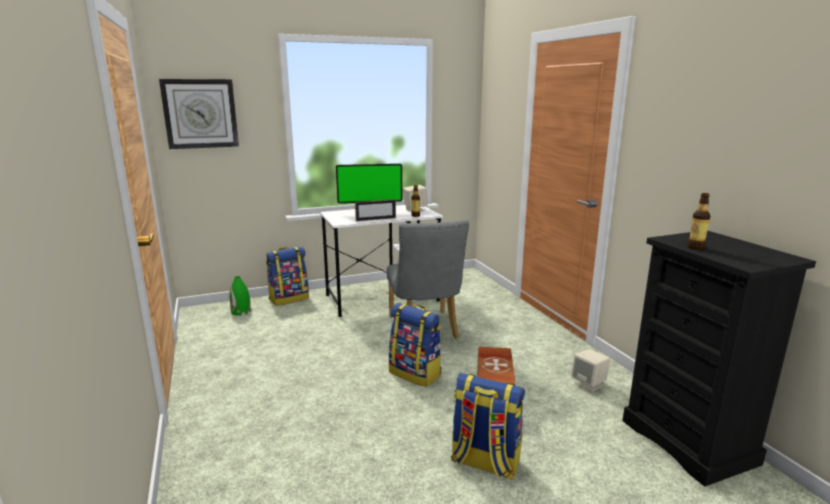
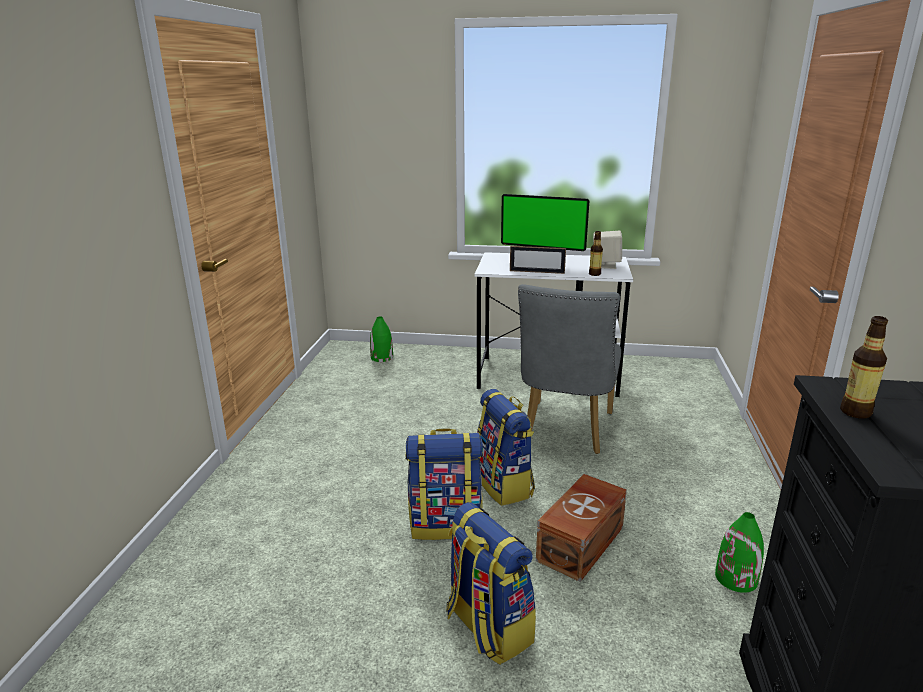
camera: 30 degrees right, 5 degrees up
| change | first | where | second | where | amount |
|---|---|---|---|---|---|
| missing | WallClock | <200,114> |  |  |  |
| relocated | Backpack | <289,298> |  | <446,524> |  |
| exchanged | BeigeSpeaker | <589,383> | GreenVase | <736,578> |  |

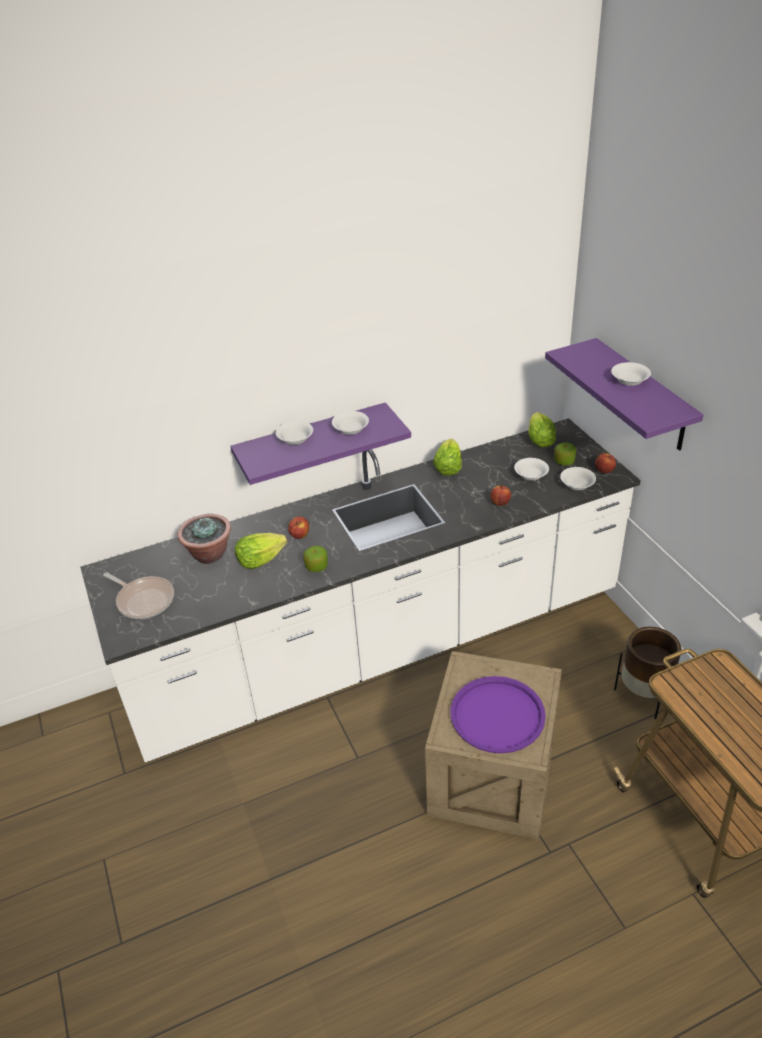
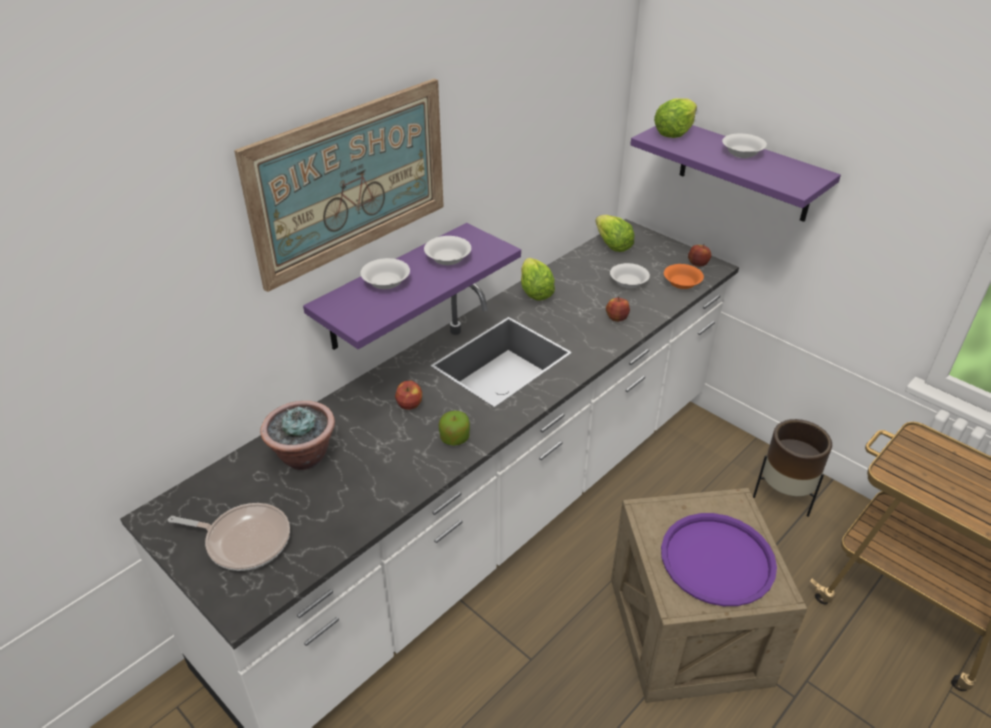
camera: 25 degrees left, 0 degrees up
| change | first | where | second | where | amount |
|---|---|---|---|---|---|
| missing | Apple | <564,461> |  |  |  |
| appeared |  |  | Picture | <350,181> |  |
| relocated | Lettuce | <260,560> |  | <674,133> |  |
| colour | WhiteBowl | <577,484> | OrangeBowl | <682,283> |  |

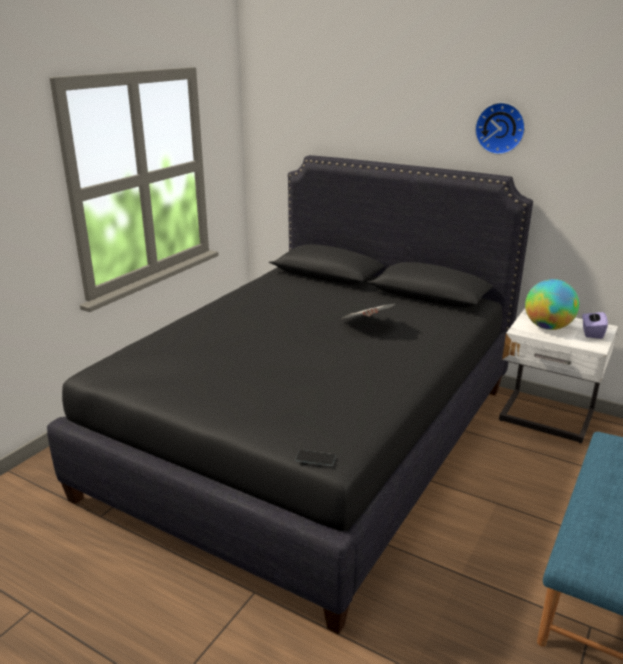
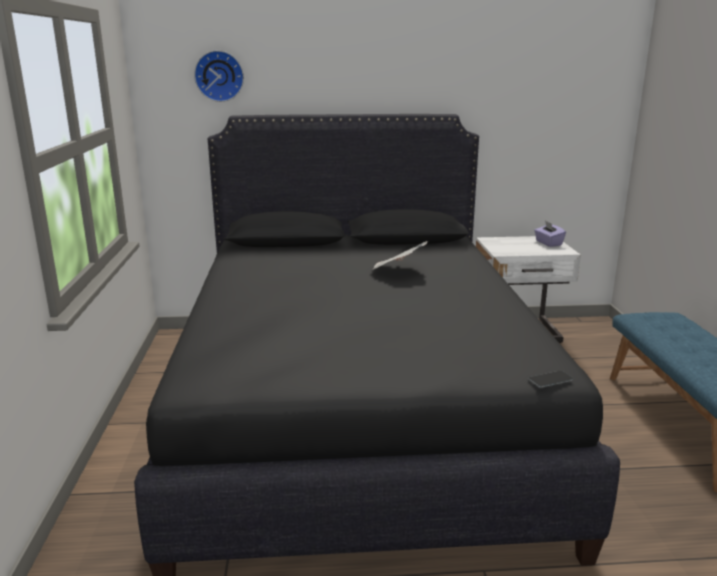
camera: 35 degrees left, 5 degrees down
| change | first | where | second | where | amount |
|---|---|---|---|---|---|
| missing | Globe | <548,327> |  |  |  |
| relocated | WallClock | <500,128> |  | <219,76> |  |

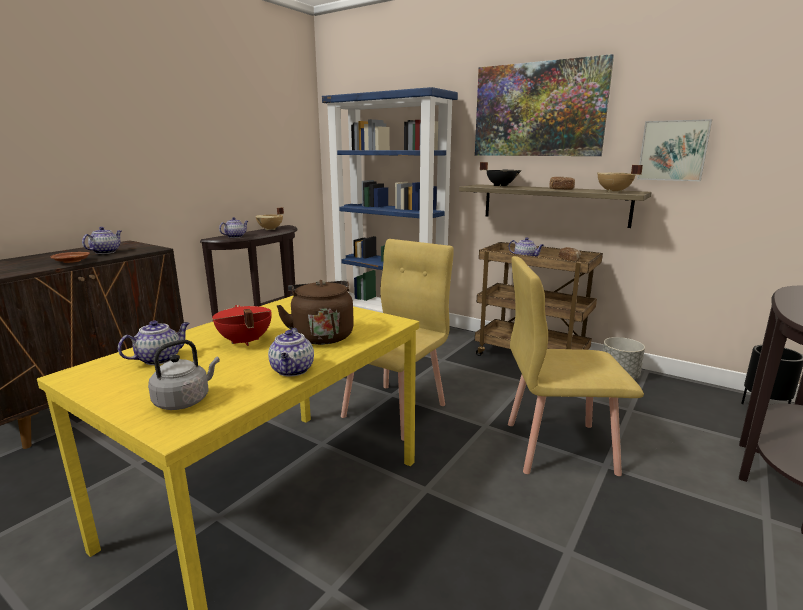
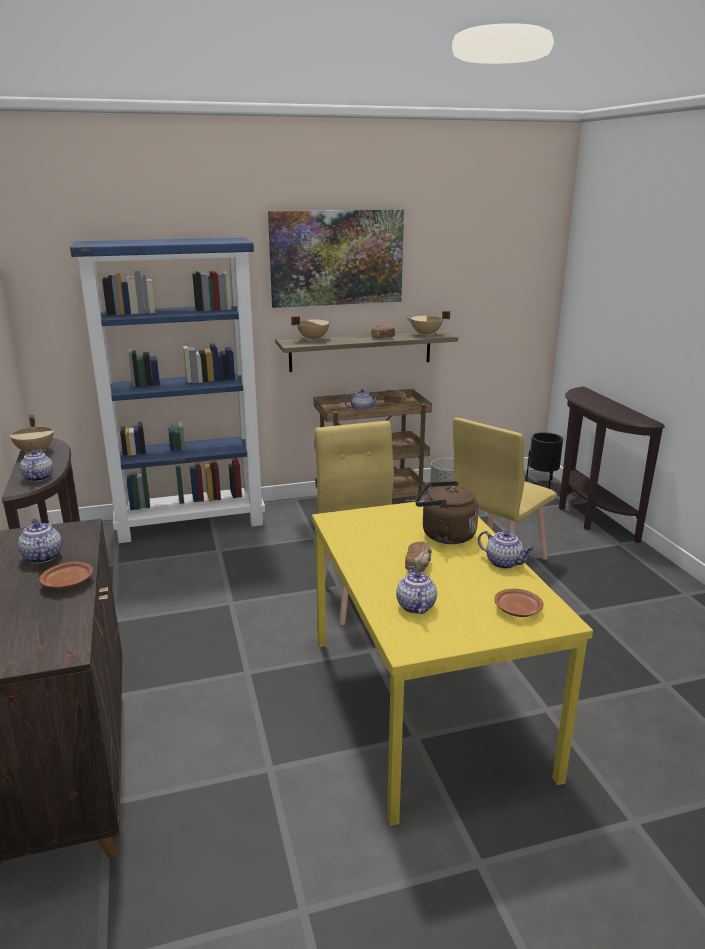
camera: 50 degrees left, 5 degrees up
| change | first | where | second | where | amount |
|---|---|---|---|---|---|
| missing | Picture | <673,150> |  |  |  |
| exchanged | GreyKettle | <185,401> | BrownPlate | <517,610> |  |
| exchanged | RedCookingPot | <244,341> | Bread | <418,565> |  |
| colour | BlackCookingPot | <500,186> | BeigeCookingPot | <312,339> |  |

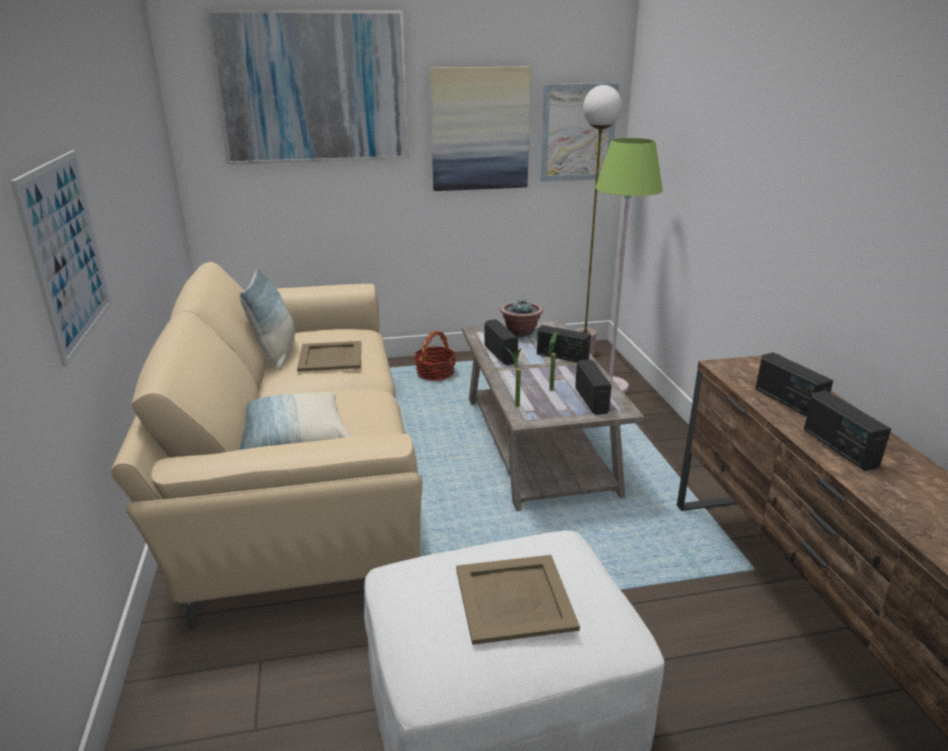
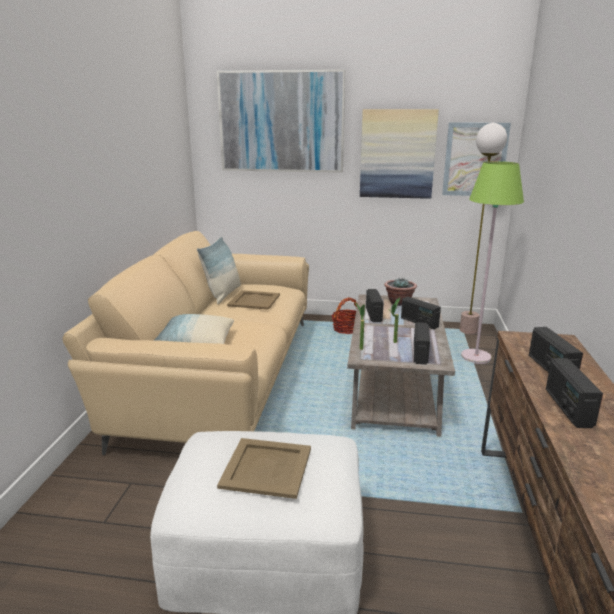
camera: 20 degrees right, 5 degrees down
| change | first | where | second | where | amount |
|---|---|---|---|---|---|
| missing | Picture | <67,252> |  |  |  |

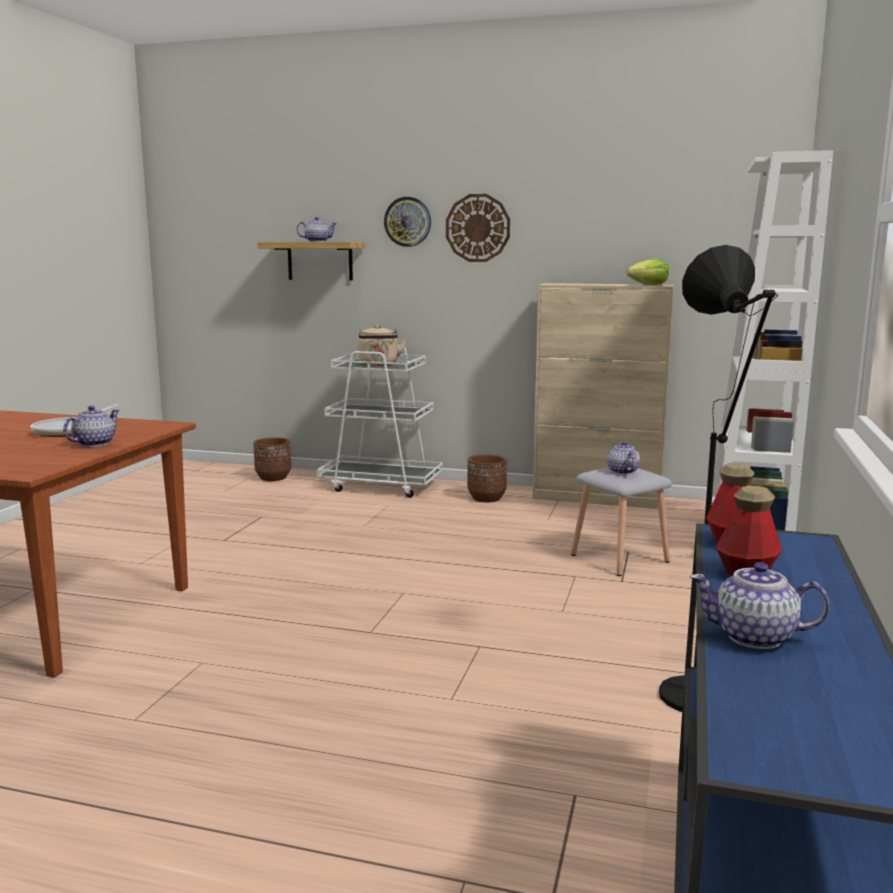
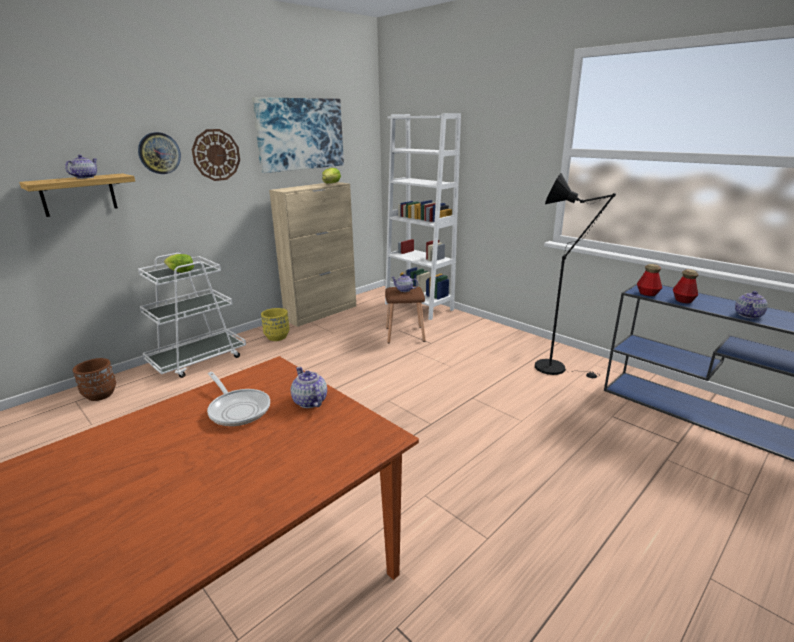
camera: 60 degrees left, 10 degrees up
| change | first | where | second | where | amount |
|---|---|---|---|---|---|
| appeared |  |  | Picture | <300,134> |  |
| exchanged | BeigeKettle | <379,364> | Lettuce | <180,271> |  |
| colour | BrownPlanter | <486,498> | YellowPlanter | <277,337> |  |
| colour | GreyStool | <618,558> | BrownStool | <404,335> |  |

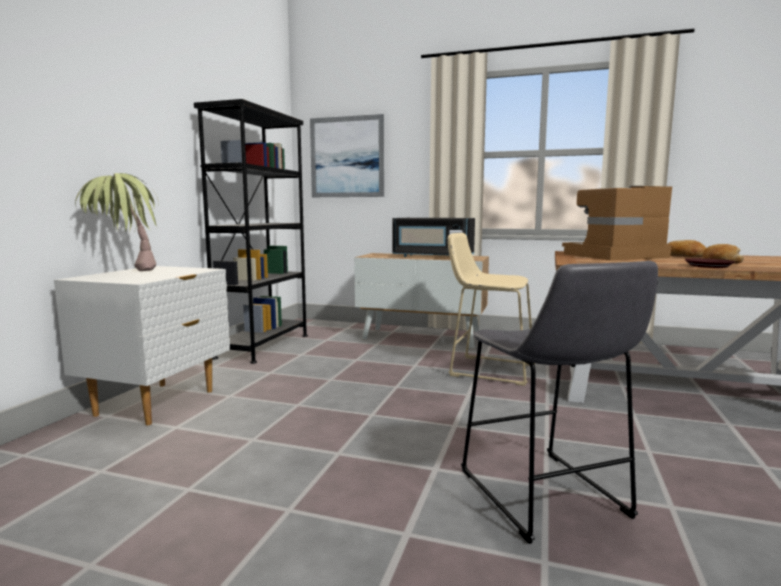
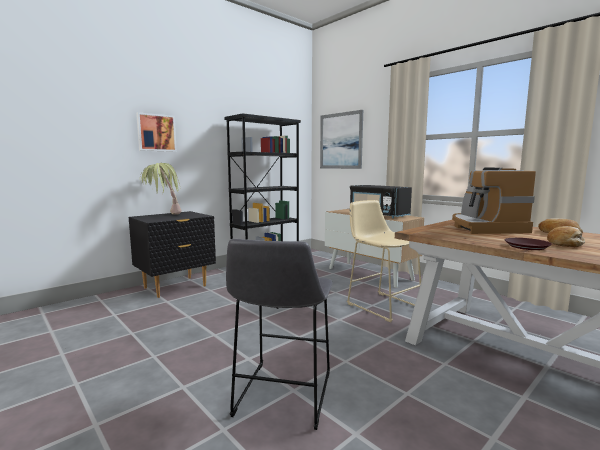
camera: 30 degrees right, 0 degrees up
| change | first | where | second | where | amount |
|---|---|---|---|---|---|
| appeared |  |  | Picture | <156,133> |  |
| colour | WhiteNightstand | <157,403> | BlackNightstand | <175,287> |  |
| spun | CoffeeMachine | <614,256> |  | <484,228> | 105 degrees counterclockwise |

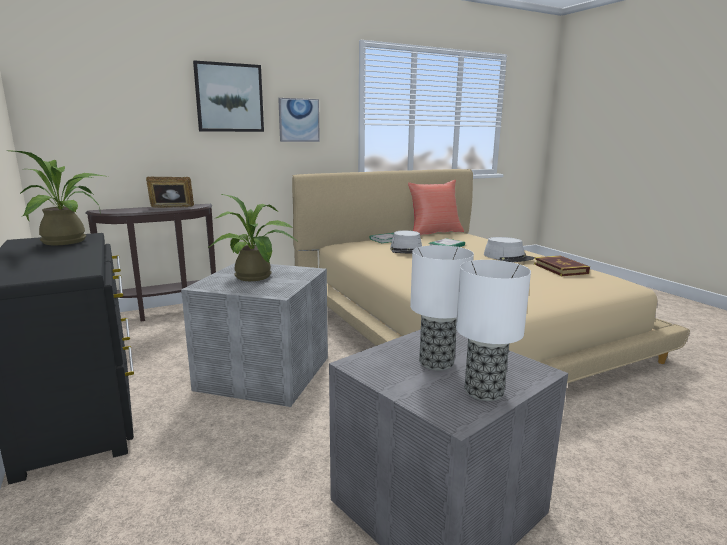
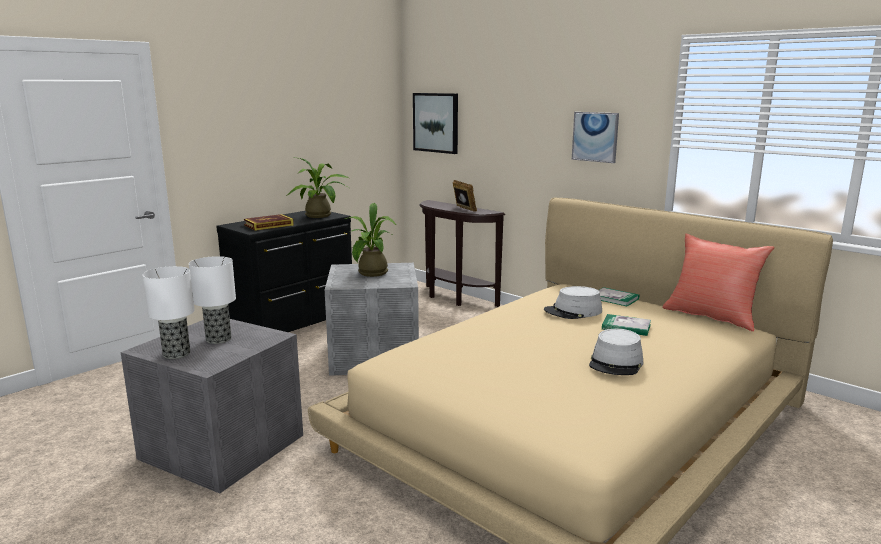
camera: 70 degrees right, 0 degrees up
| change | first | where | second | where | amount |
|---|---|---|---|---|---|
| relocated | Picture | <229,98> |  | <436,122> |  |
| relocated | Book | <560,269> |  | <269,225> |  |

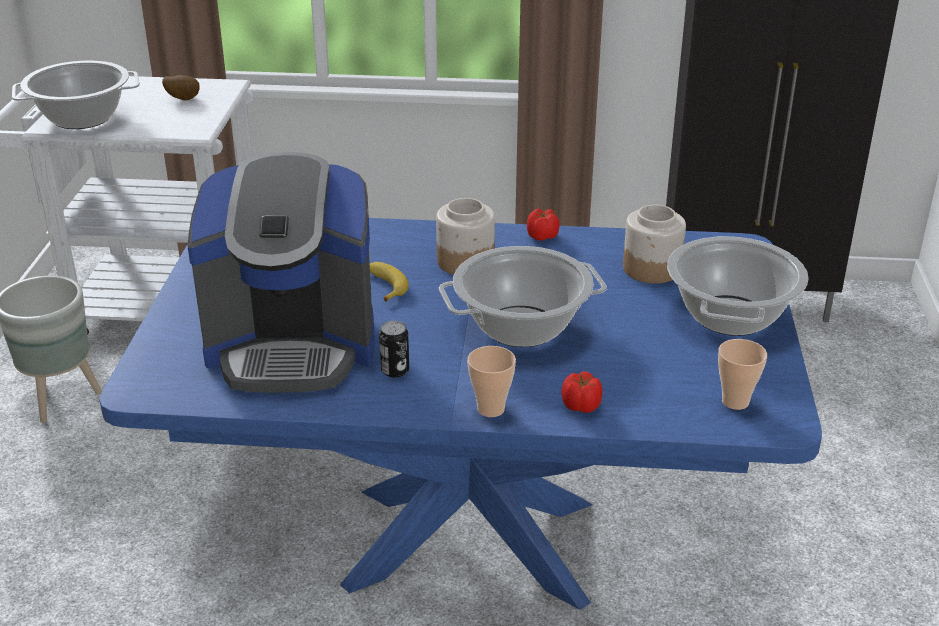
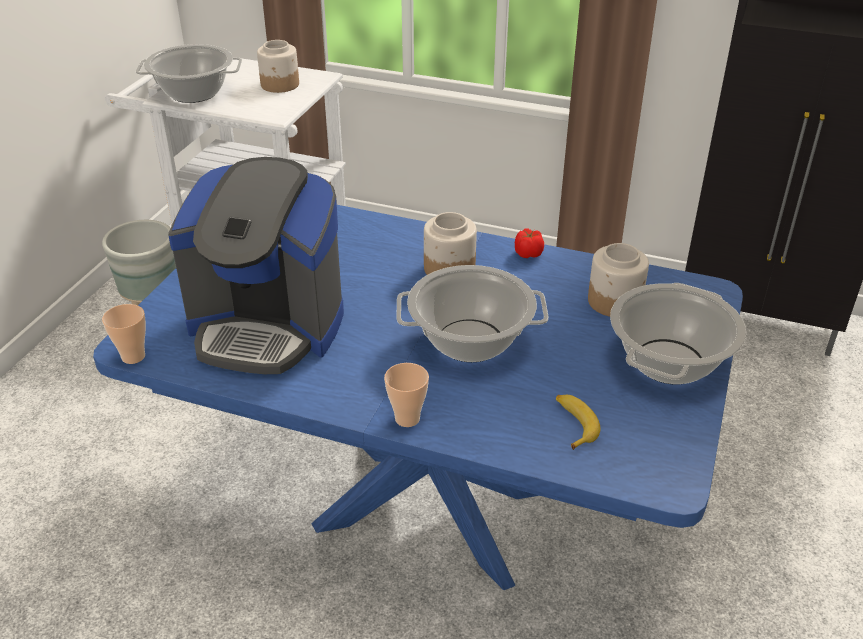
camera: 15 degrees right, 5 degrees up
| change | first | where | second | where | amount |
|---|---|---|---|---|---|
| missing | Can | <395,370> |  |  |  |
| missing | Tomato | <581,406> |  |  |  |
| relocated | Banana | <384,286> |  | <573,424> |  |
| relocated | Cup | <735,402> |  | <133,356> |  |
| exchanged | Potato | <183,99> | Jar | <280,85> |  |

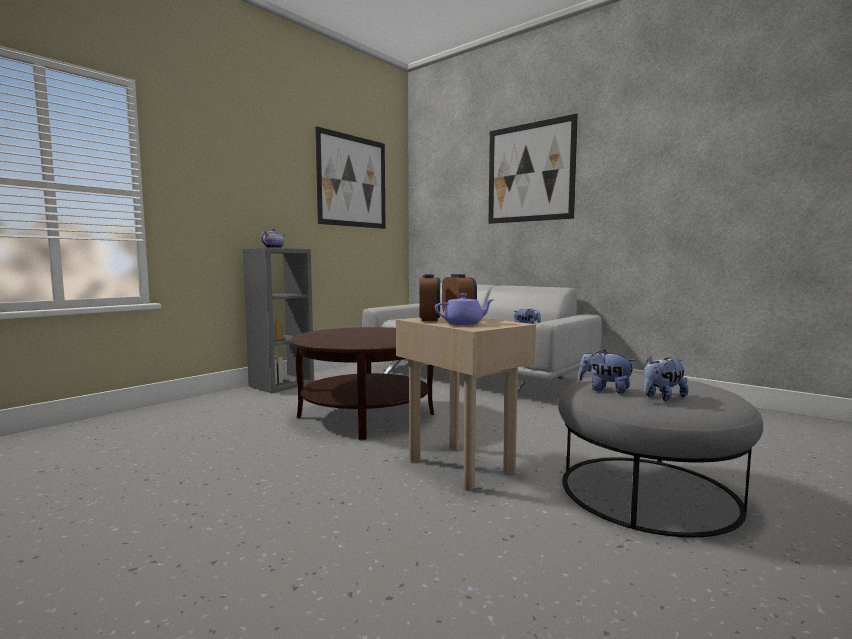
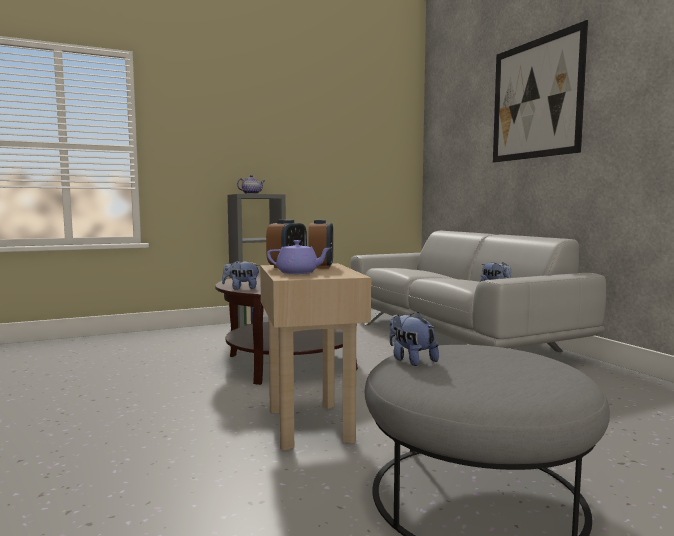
camera: 25 degrees right, 0 degrees up
| change | first | where | second | where | amount |
|---|---|---|---|---|---|
| missing | Picture | <352,181> |  |  |  |
| relocated | PlushToy | <662,397> |  | <241,288> |  |

